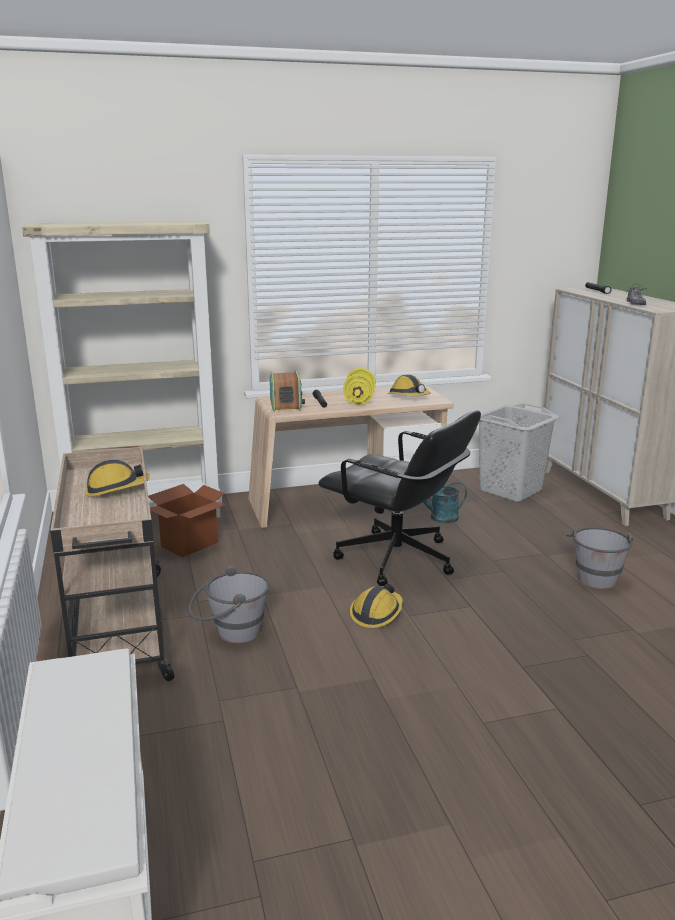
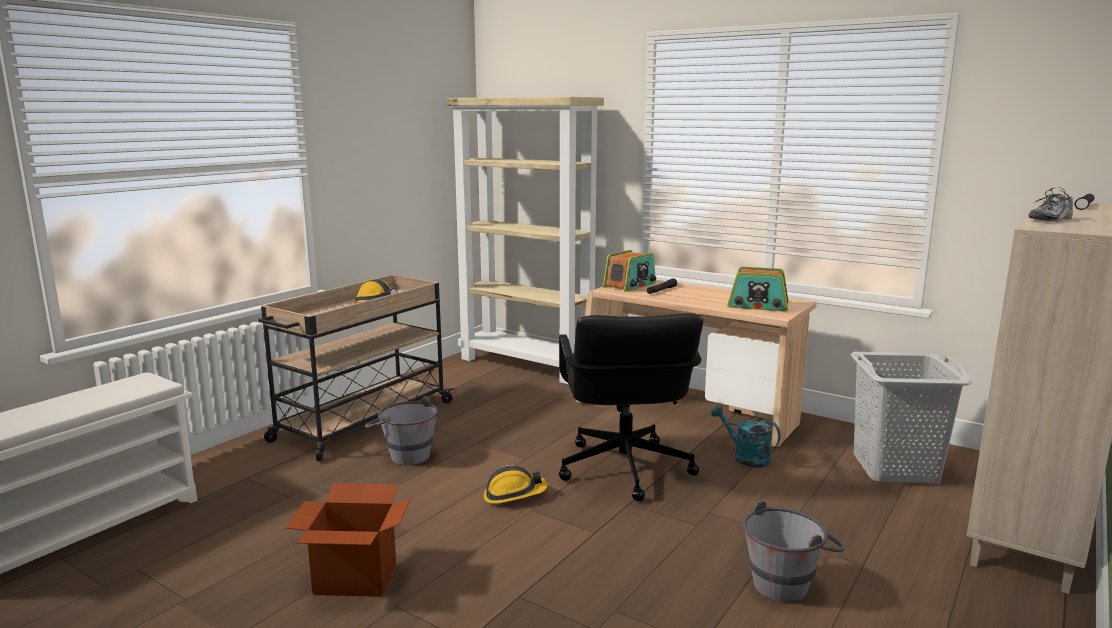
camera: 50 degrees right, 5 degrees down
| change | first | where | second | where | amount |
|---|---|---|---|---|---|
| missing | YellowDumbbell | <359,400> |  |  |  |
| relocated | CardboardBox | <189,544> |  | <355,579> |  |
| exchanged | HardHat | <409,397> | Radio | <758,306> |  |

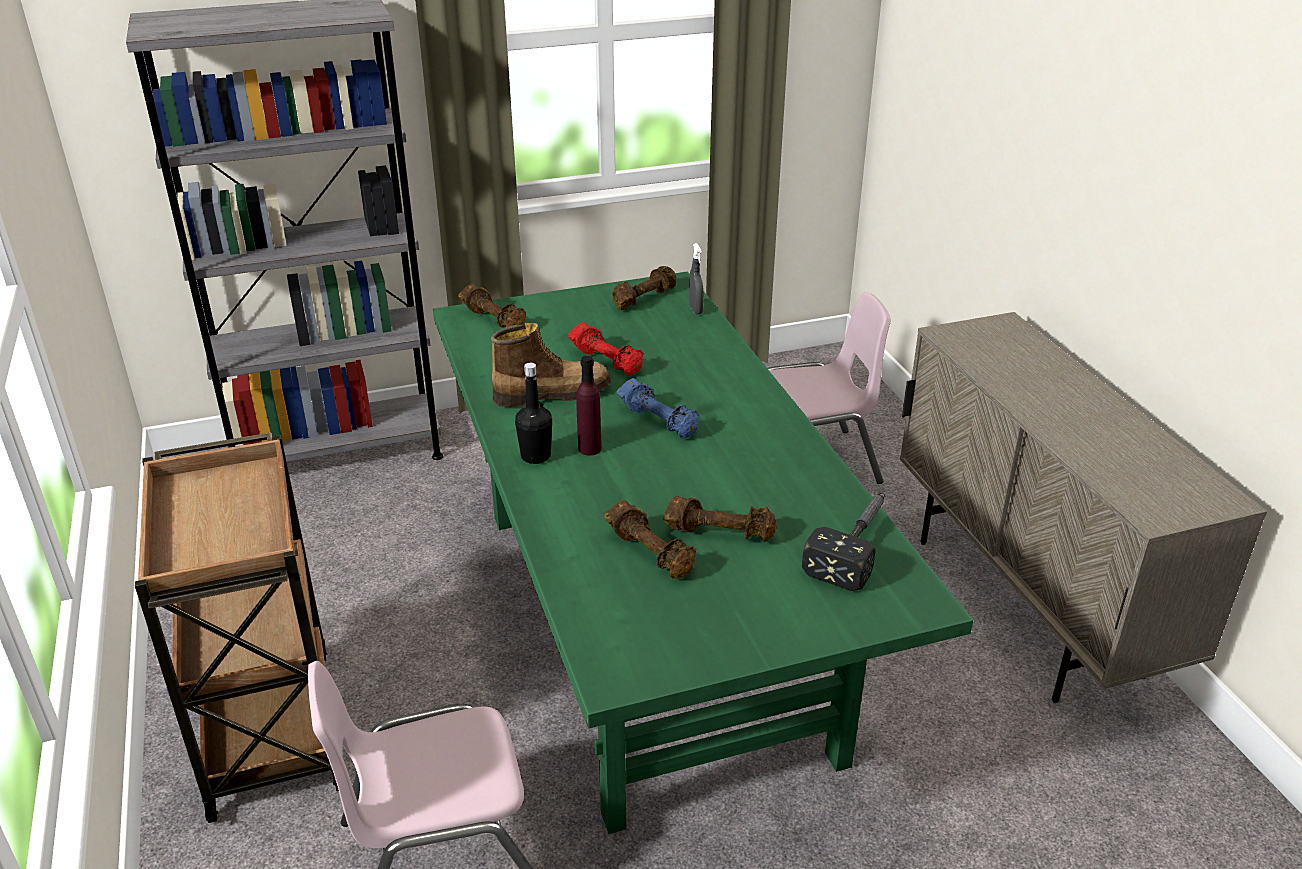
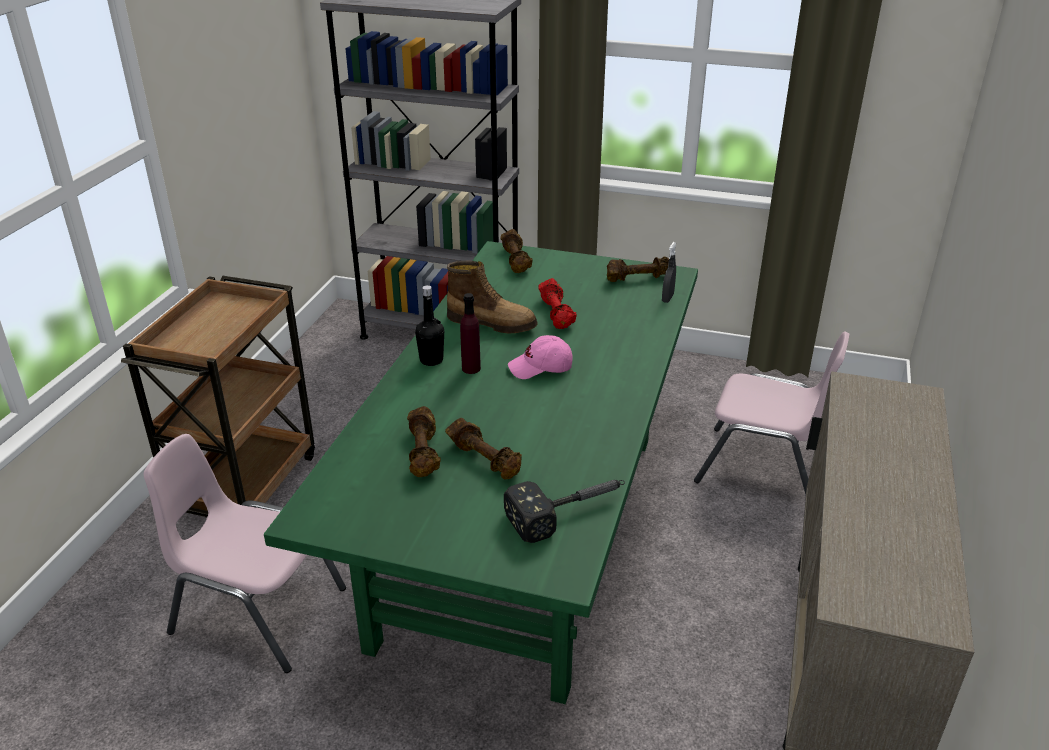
camera: 35 degrees right, 0 degrees up
| change | first | where | second | where | amount |
|---|---|---|---|---|---|
| exchanged | BlueDumbbell | <659,421> | PinkCap | <540,368> |  |

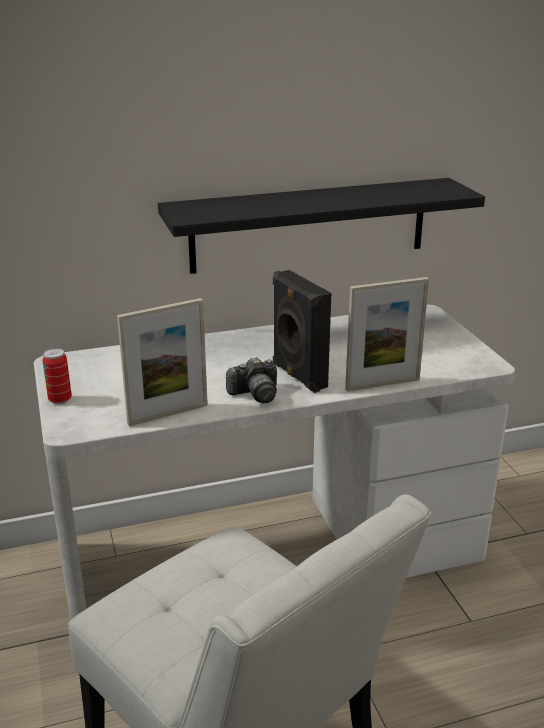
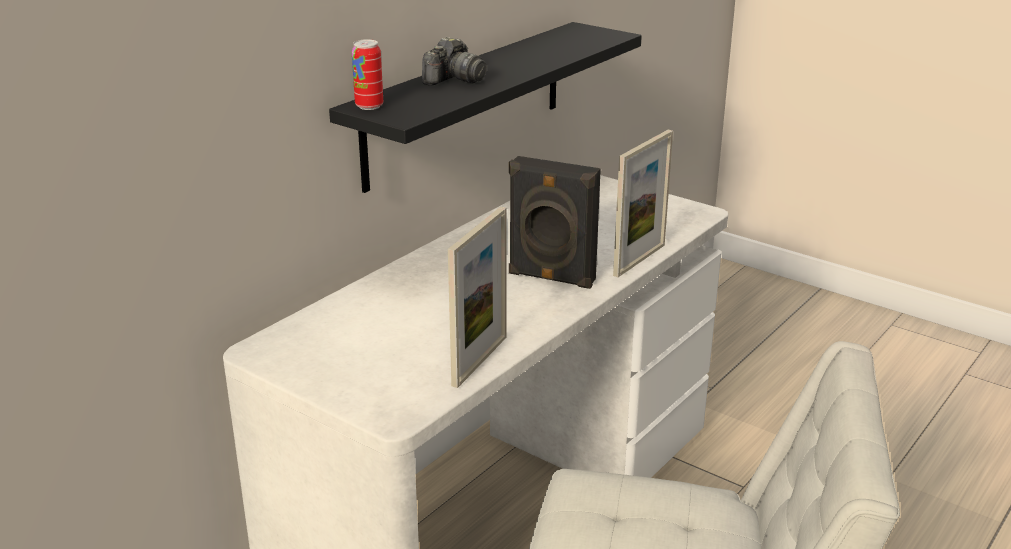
camera: 35 degrees left, 0 degrees up
| change | first | where | second | where | amount |
|---|---|---|---|---|---|
| relocated | Can | <60,399> |  | <369,106> |  |
| relocated | PhotoCamera | <255,394> |  | <454,80> |  |

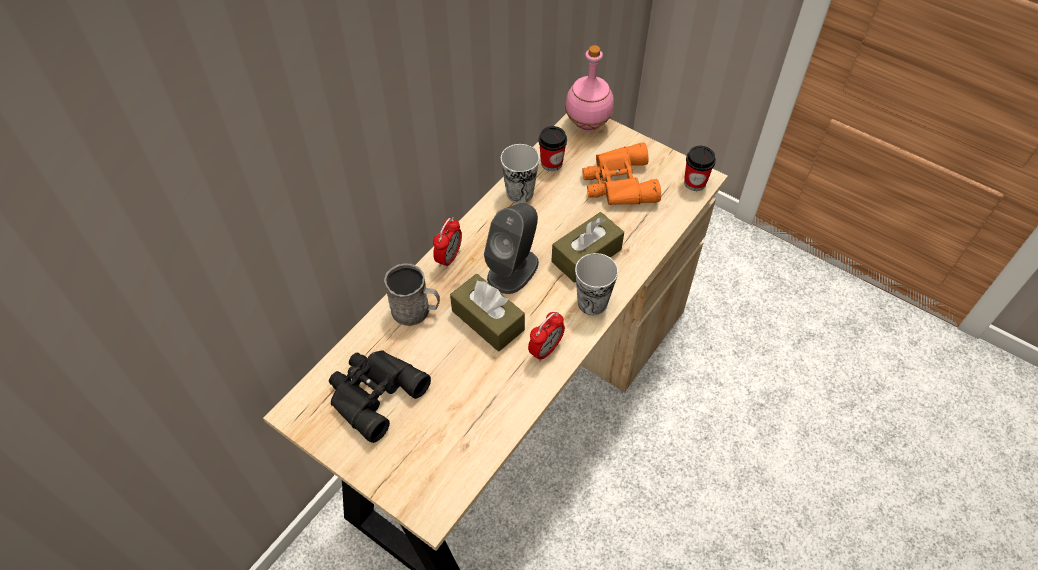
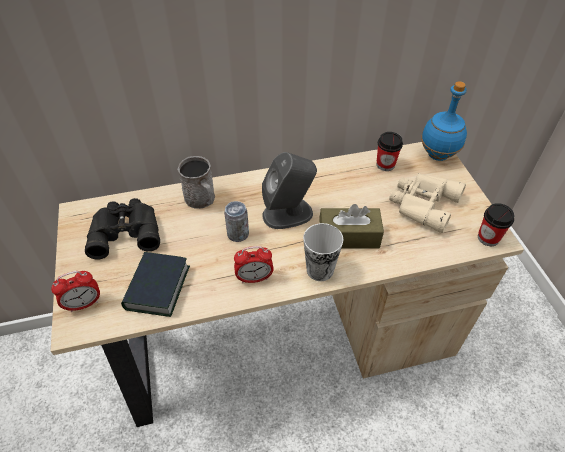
camera: 40 degrees right, 5 degrees down
| change | first | where | second | where | amount |
|---|---|---|---|---|---|
| missing | Cup | <519,193> |  |  |  |
| appeared |  |  | Book | <157,288> |  |
| relocated | AlarmClock | <449,257> |  | <84,304> |  |
| exchanged | BrownTissueBox | <488,320> | Can | <238,234> |  |
| colour | PinkBottle | <588,124> | BlueBottle | <438,155> |  |
| colour | OrangeBinoculars | <617,184> | BeigeBinoculars | <422,204> |  |

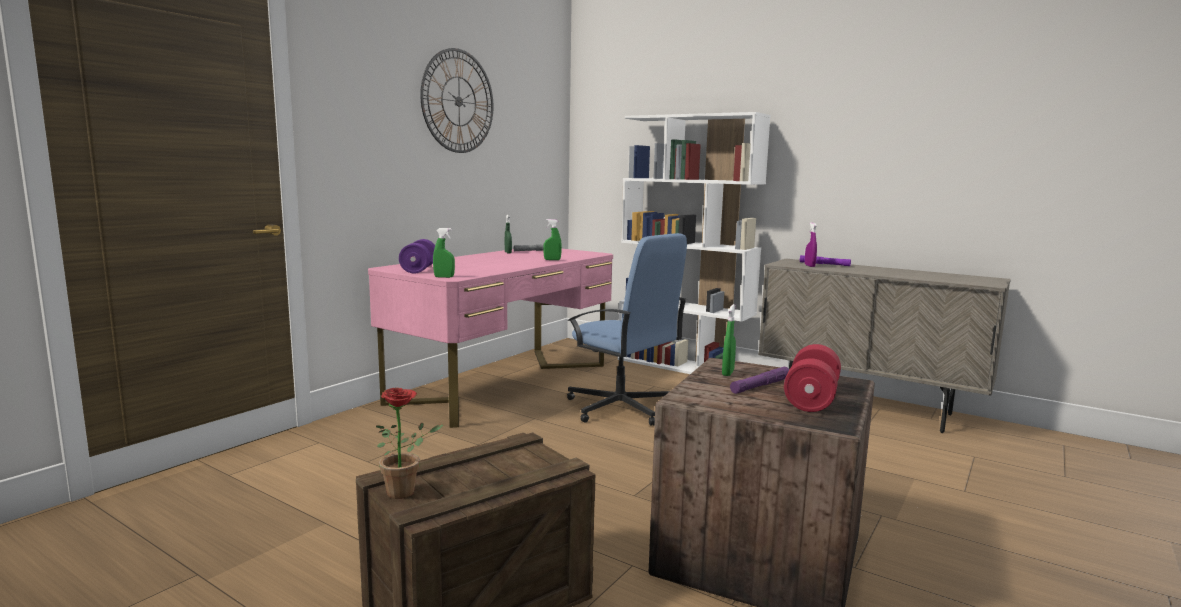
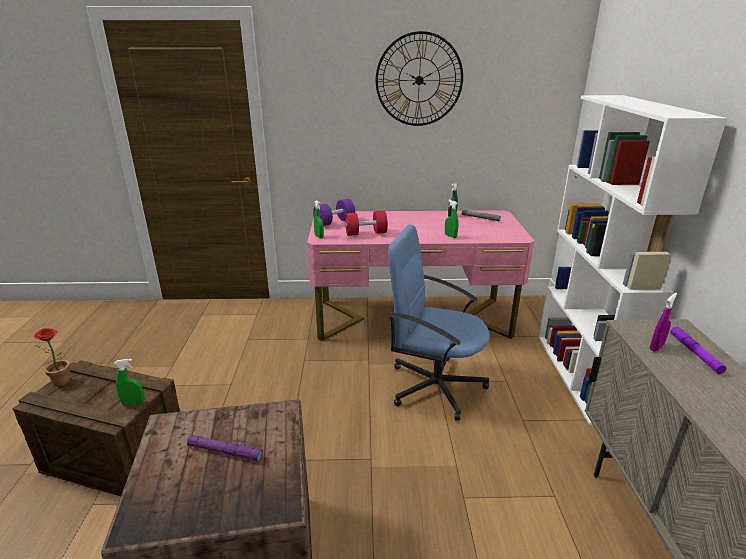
camera: 55 degrees right, 15 degrees up
| change | first | where | second | where | amount |
|---|---|---|---|---|---|
| relocated | GreenSprayBottle | <728,373> |  | <133,403> |  |
| relocated | RedDumbbell | <811,399> |  | <366,233> |  |
| spun | BlueOfficeChair | <621,408> |  | <434,386> | 105 degrees clockwise |

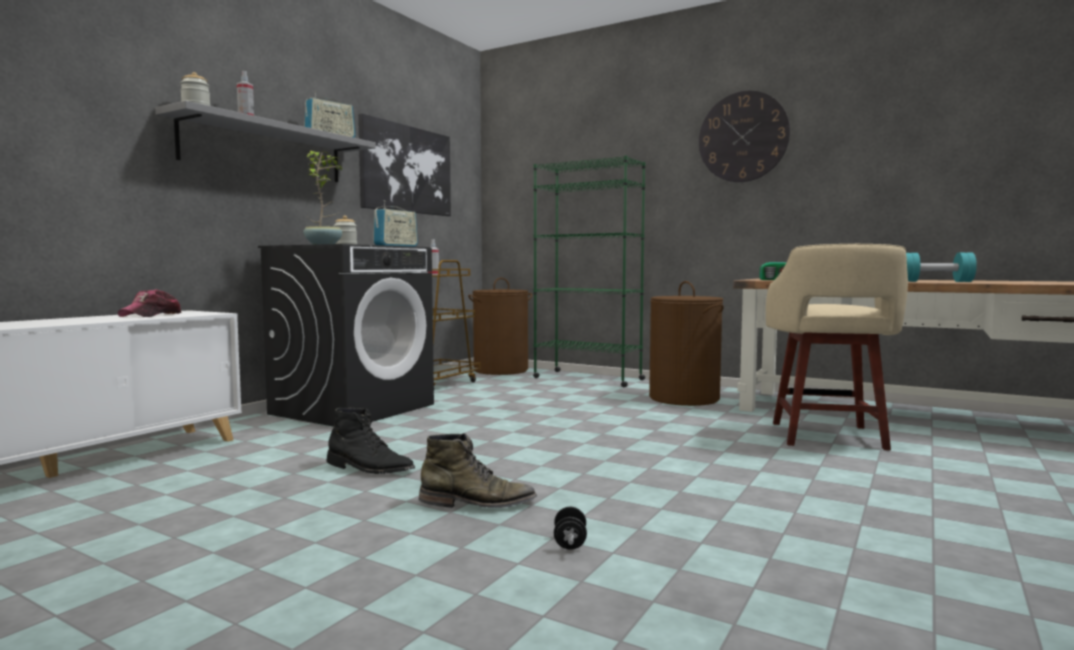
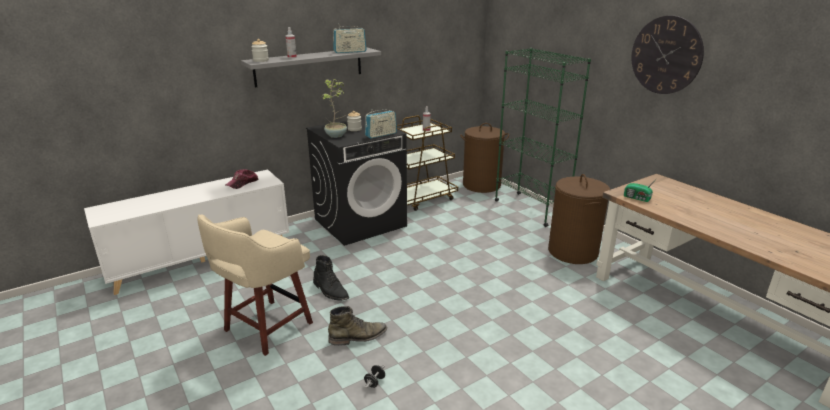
camera: 25 degrees right, 20 degrees up
| change | first | where | second | where | amount |
|---|---|---|---|---|---|
| missing | Picture | <406,169> |  |  |  |
| missing | TurquoiseDumbbell | <935,281> |  |  |  |
| relocated | BeigeStool | <828,437> |  | <266,328> |  |
| spun | GreenBoot | <478,503> |  | <358,337> | 45 degrees counterclockwise |

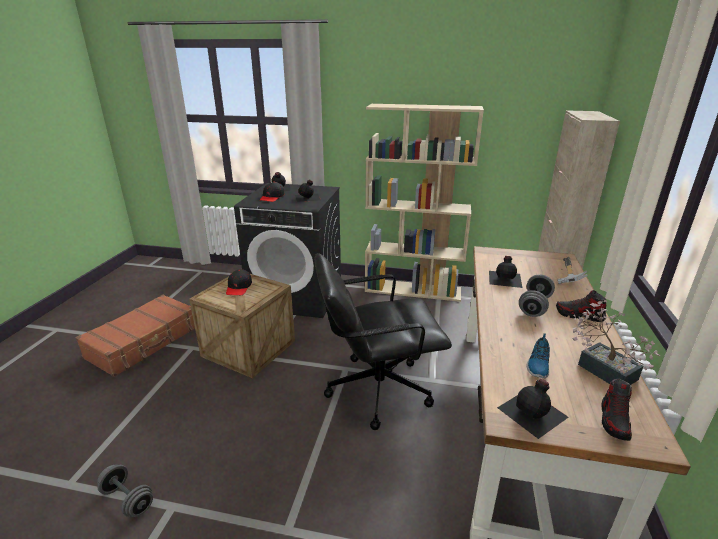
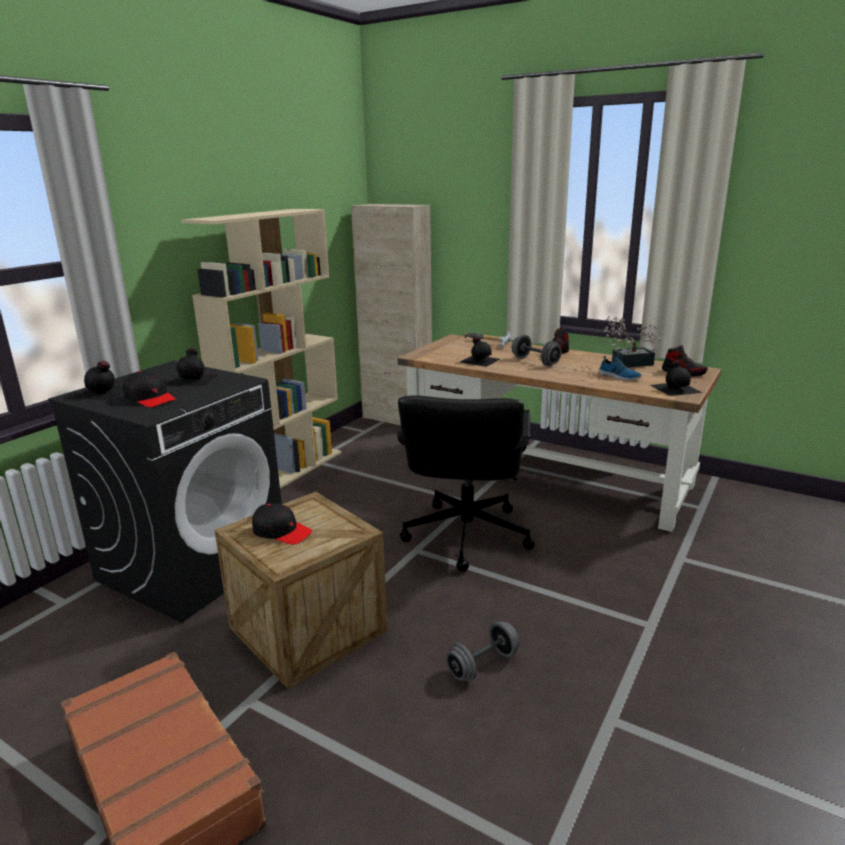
camera: 70 degrees left, 5 degrees down
| change | first | where | second | where | amount |
|---|---|---|---|---|---|
| relocated | GreyDumbbell | <128,499> |  | <482,665> |  |

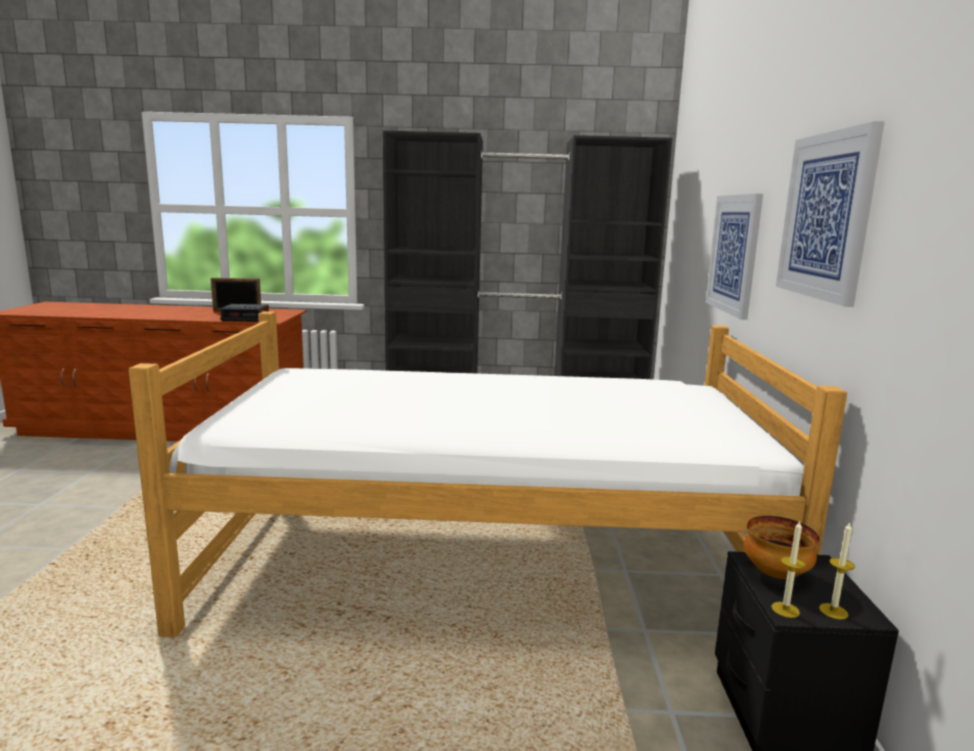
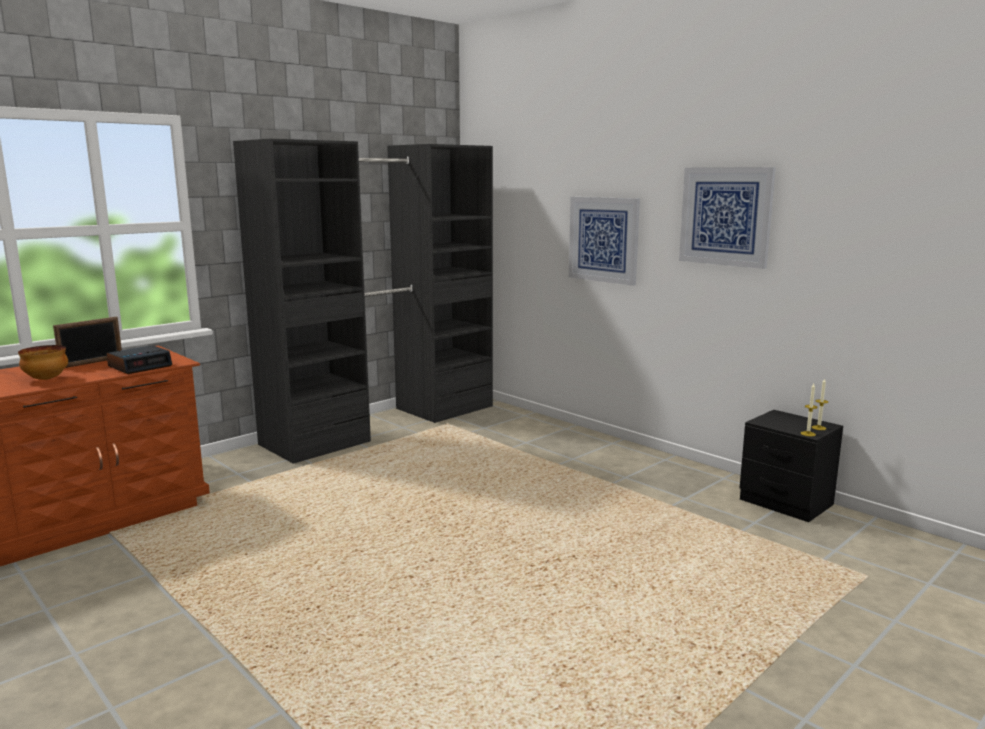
camera: 45 degrees left, 0 degrees up
| change | first | where | second | where | amount |
|---|---|---|---|---|---|
| missing | Bed | <483,564> |  |  |  |
| relocated | Bowl | <775,574> |  | <46,379> |  |

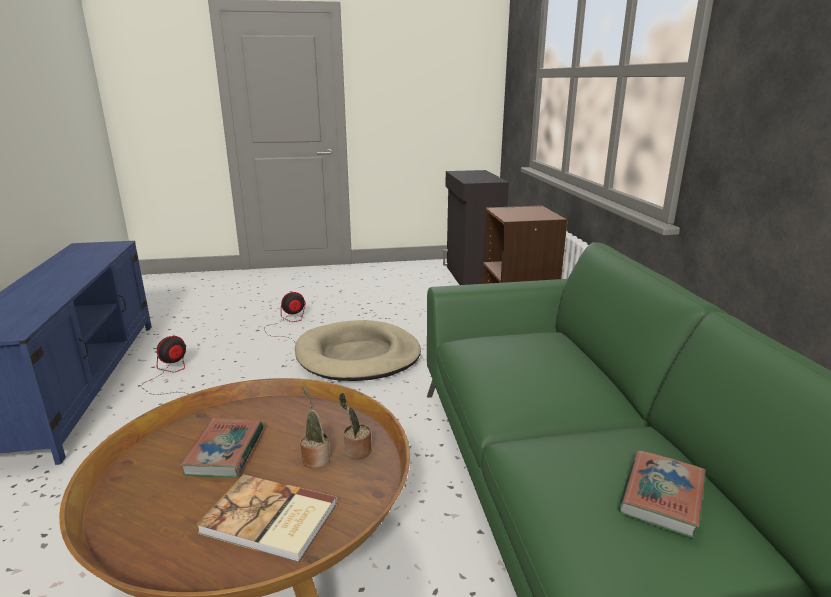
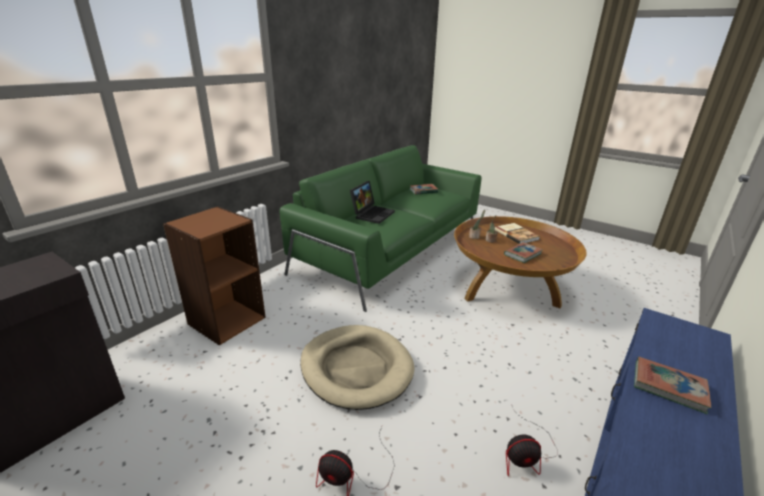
camera: 135 degrees left, 5 degrees up
| change | first | where | second | where | amount |
|---|---|---|---|---|---|
| appeared |  |  | Laptop | <372,214> |  |
| appeared |  |  | Book | <668,387> |  |

